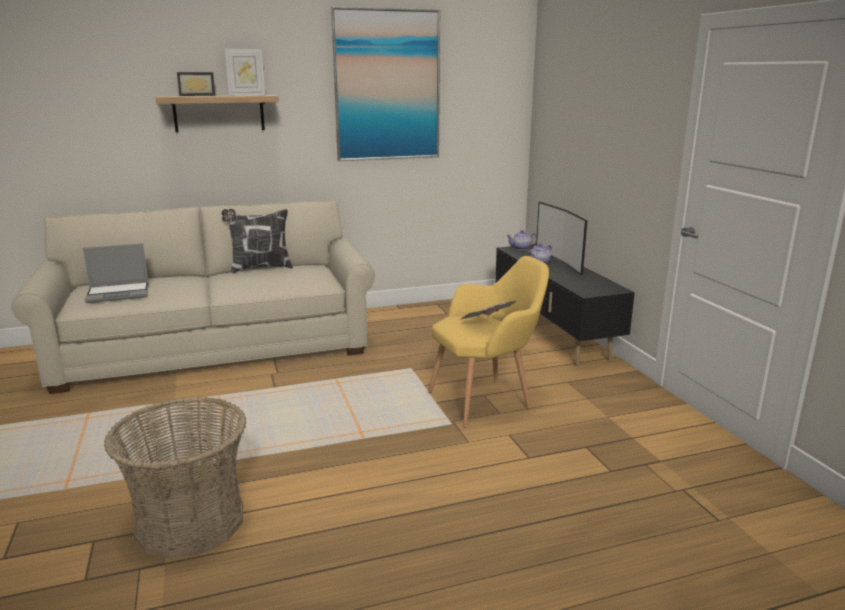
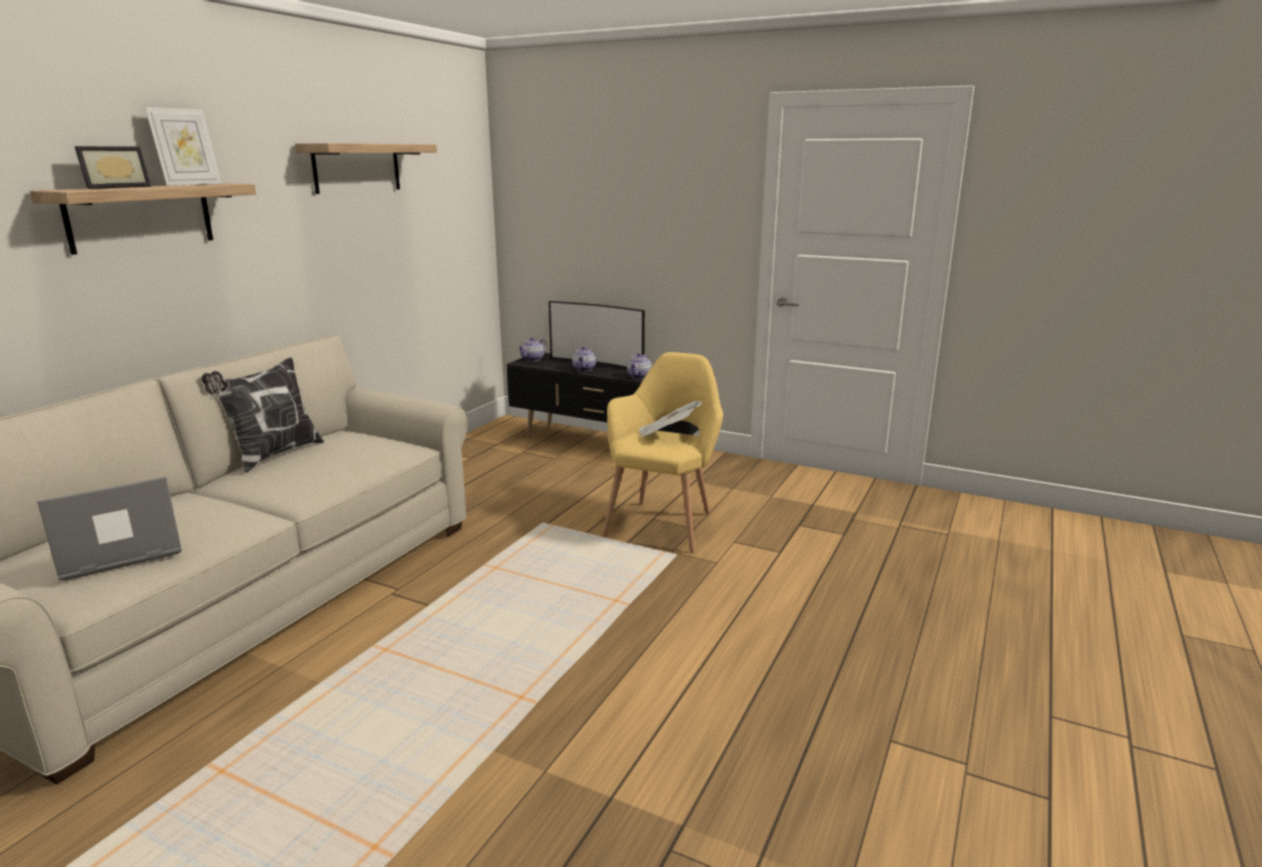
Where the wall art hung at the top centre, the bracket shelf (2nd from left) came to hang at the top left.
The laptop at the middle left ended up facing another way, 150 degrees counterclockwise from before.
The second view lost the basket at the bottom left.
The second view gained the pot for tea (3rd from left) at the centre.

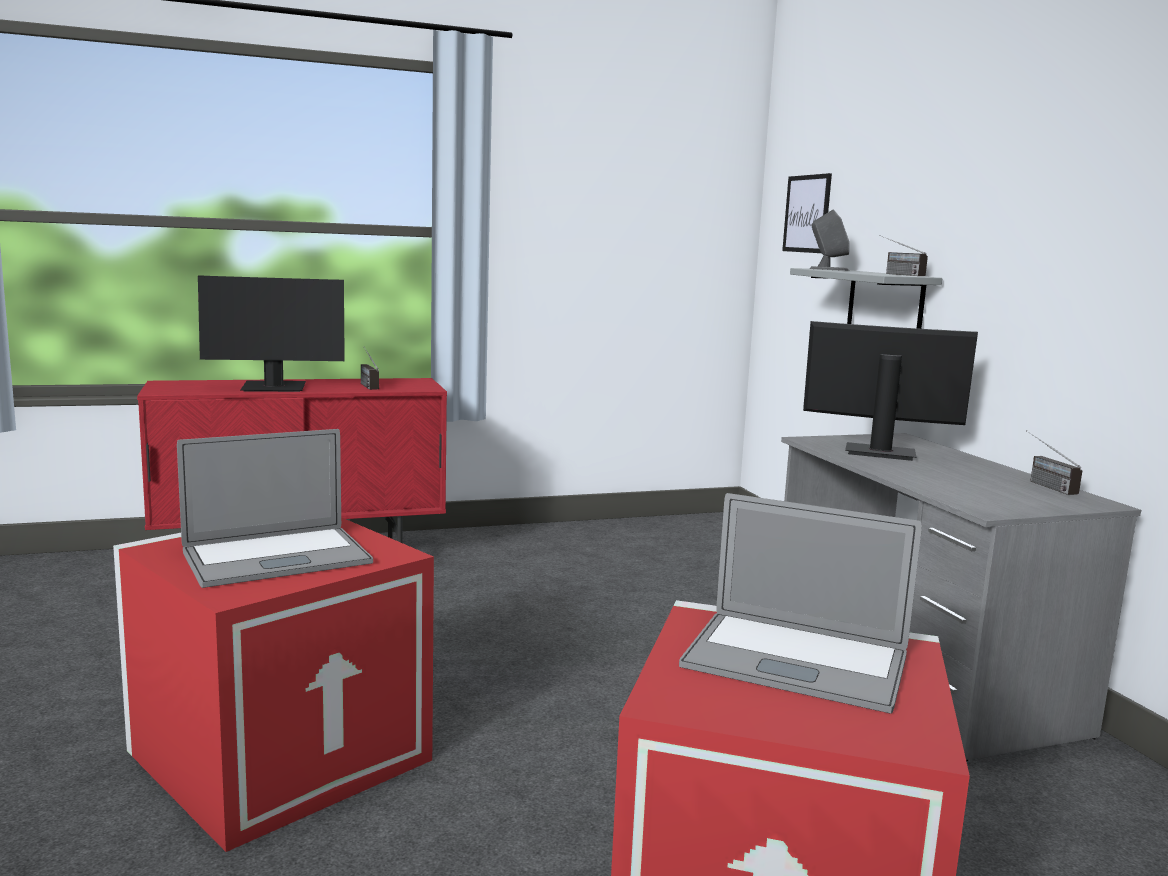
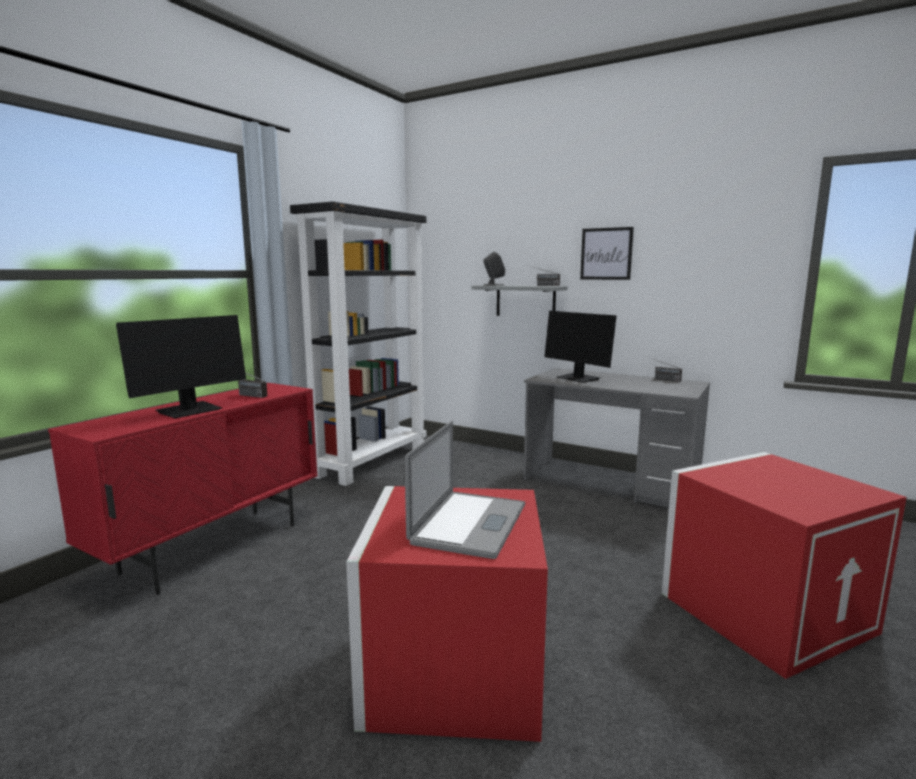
The wall art ended up elsewhere, having gone from the top right to the top centre.
The computer display (2nd from left) at the middle right ended up facing another way, 105 degrees counterclockwise from before.
The second view lost the laptop (2nd from left) at the bottom right.
The second view gained the black bookshelf at the centre.

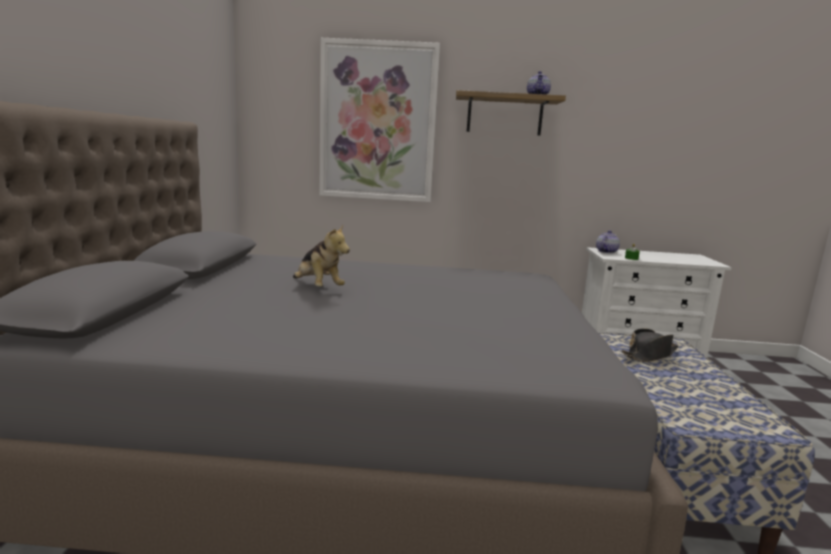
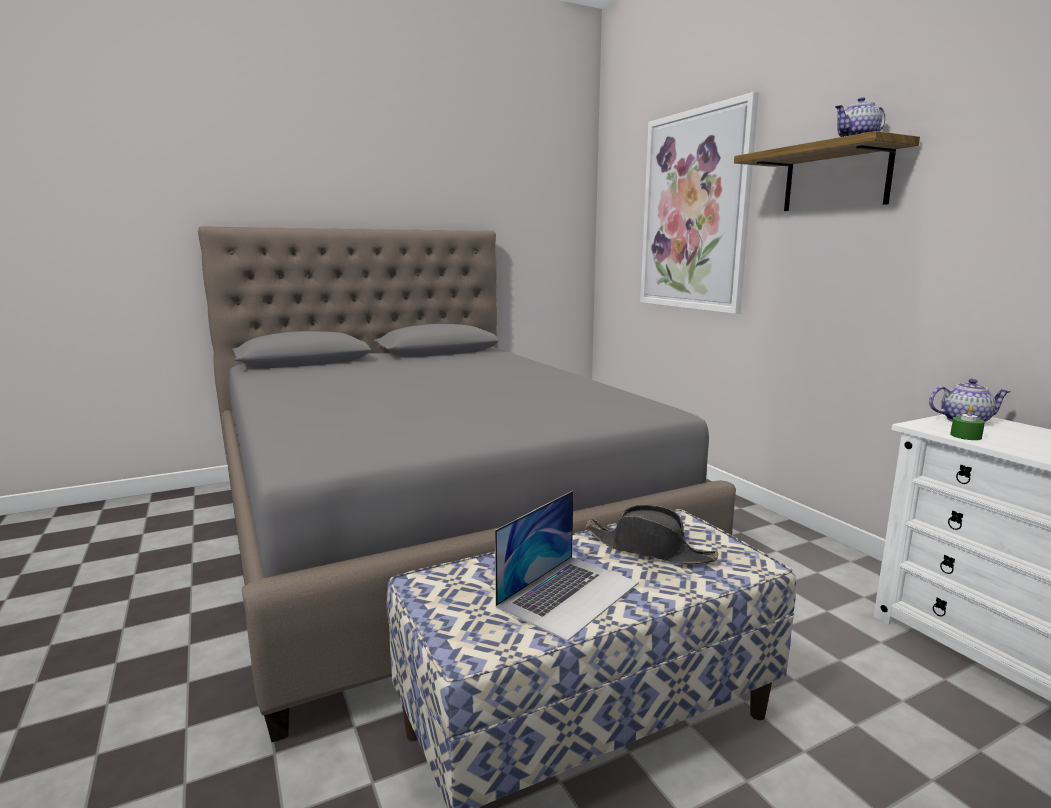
The second view lost the cuddly toy at the centre.
The second view gained the laptop at the bottom centre.

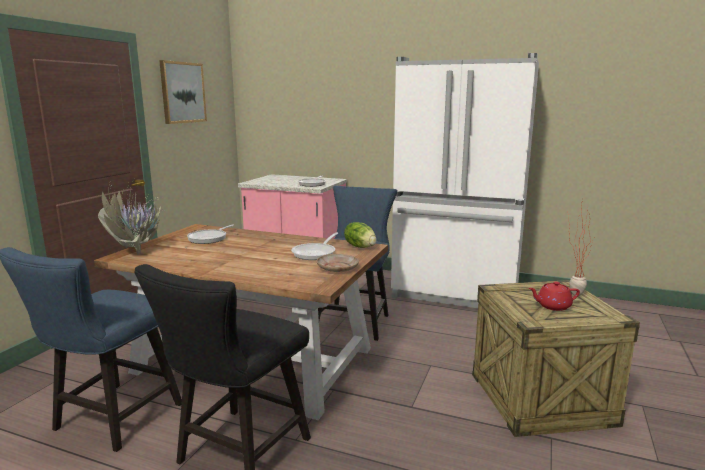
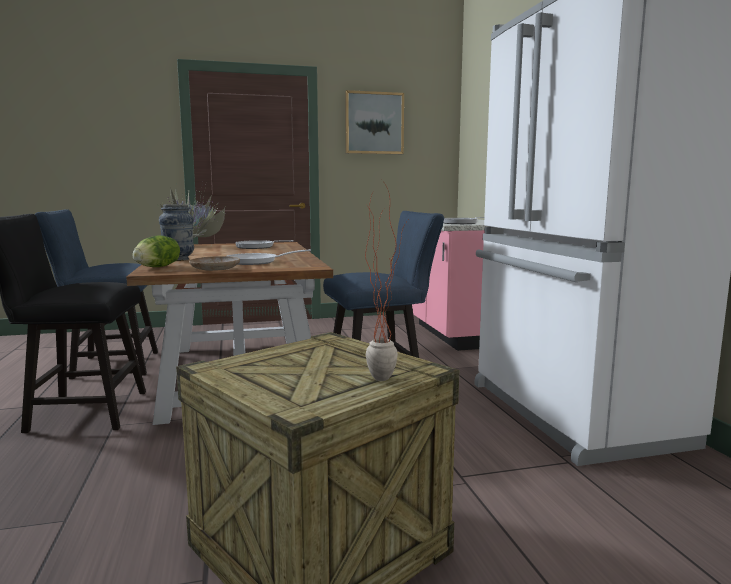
The lettuce head ended up elsewhere, having gone from the centre to the middle left.
The second view lost the red pot for tea at the middle right.
The second view gained the decorative vase at the middle left.

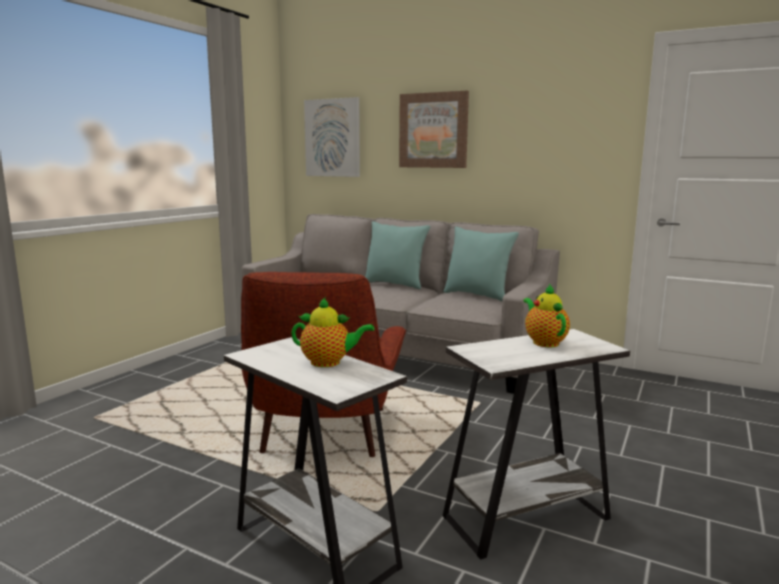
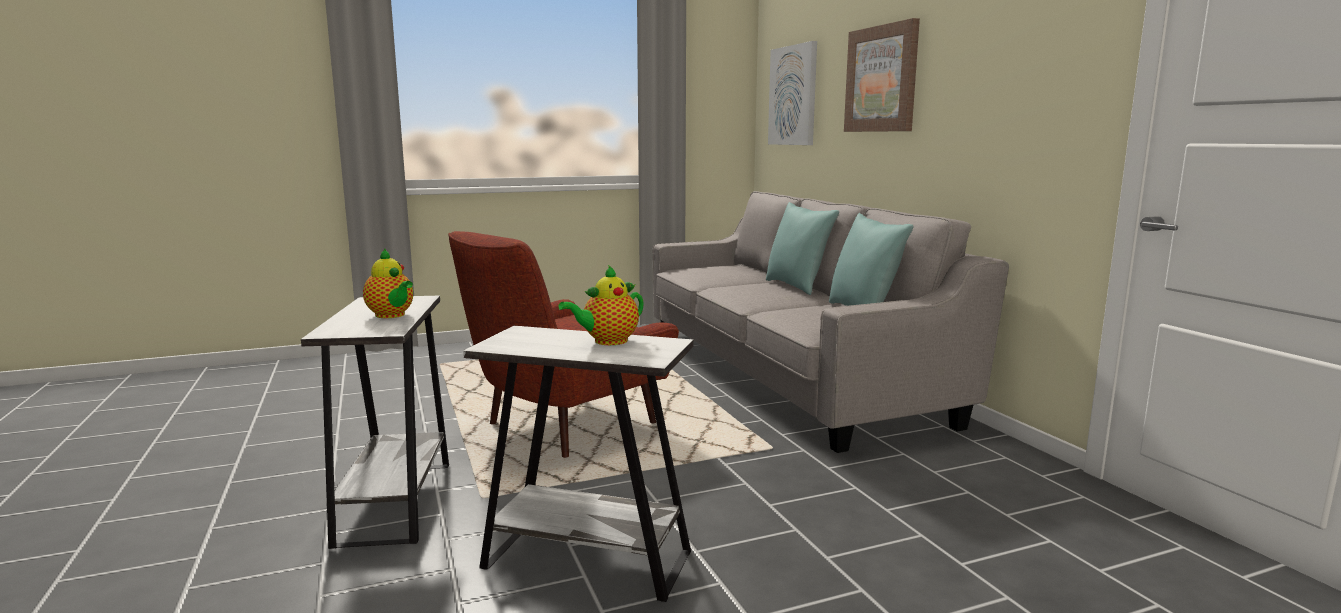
The pot for tea (2nd from left) at the middle right ended up facing another way, 150 degrees counterclockwise from before.

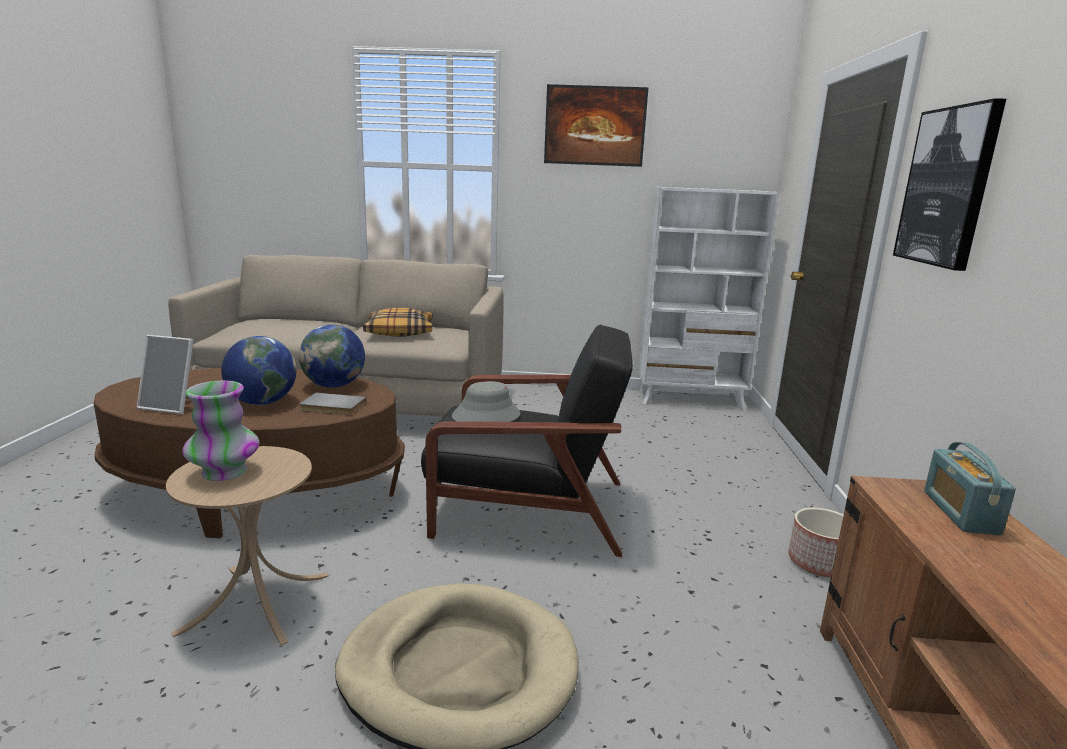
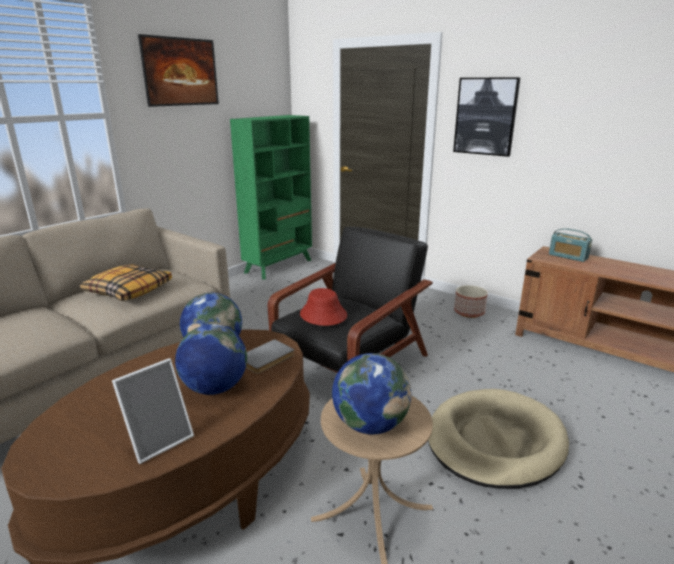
What was the whitish bookshelf at the centre turned into the green-coloured bookshelf at the centre.
Where the decorative vase stood at the middle left, the world globe (3rd from left) came to stand at the bottom centre.
What was the gray hat at the centre turned into the red hat at the centre.

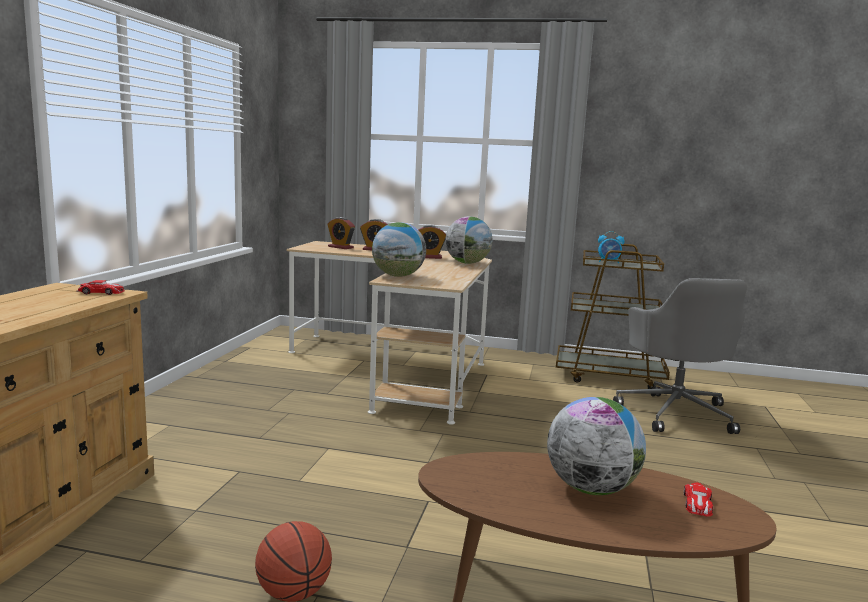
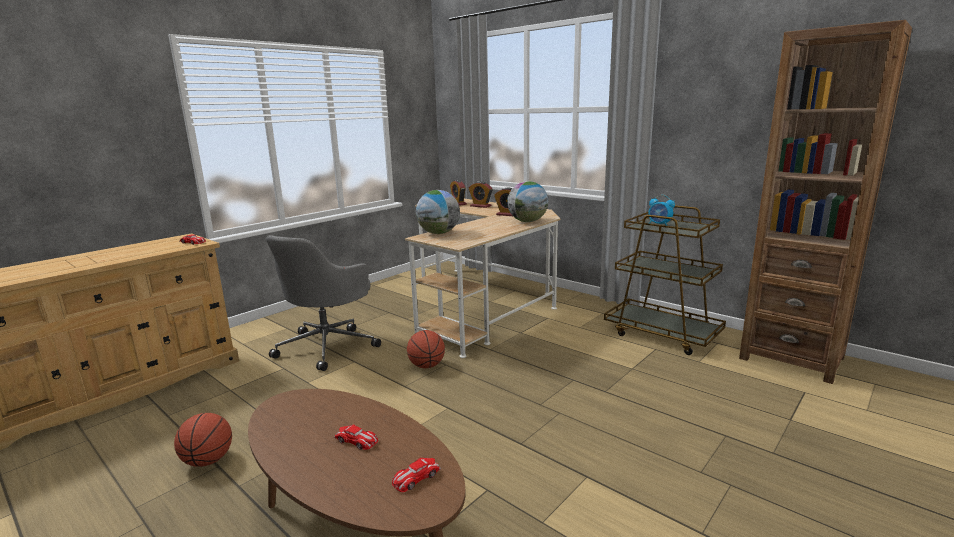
The gray computer chair ended up elsewhere, having gone from the middle right to the centre.
Where the world globe (3rd from left) stood at the bottom right, the toy car (2nd from left) came to stand at the bottom centre.
The second view gained the brownish bookshelf at the middle right.
The second view gained the basketball (2nd from left) at the centre.

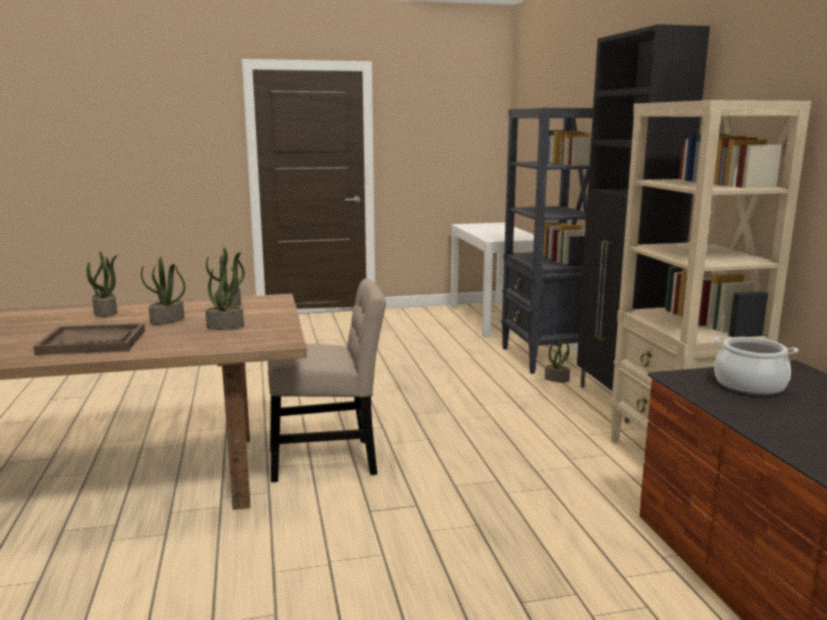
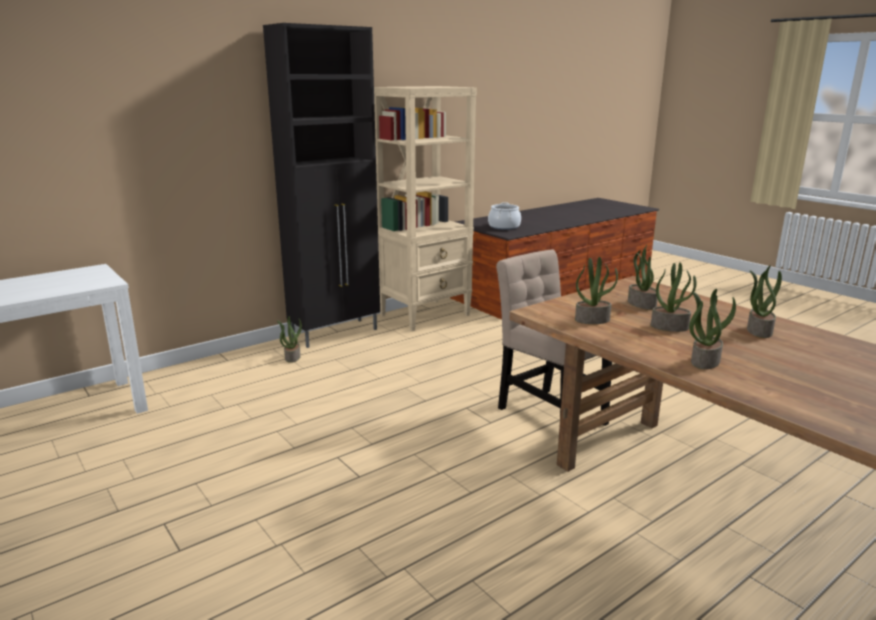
The second view lost the black bookshelf at the centre.
Where the brownish carrying tray stood at the middle left, the houseplant (6th from left) came to stand at the middle right.

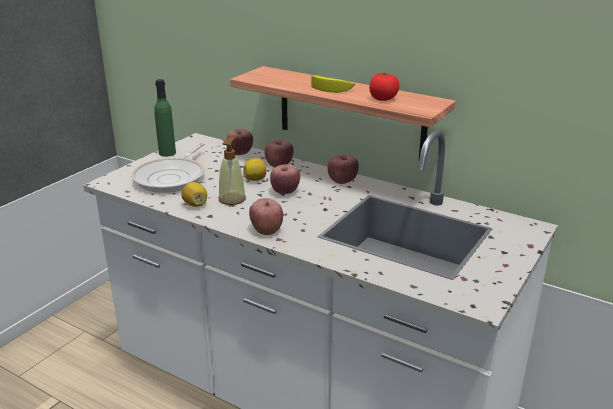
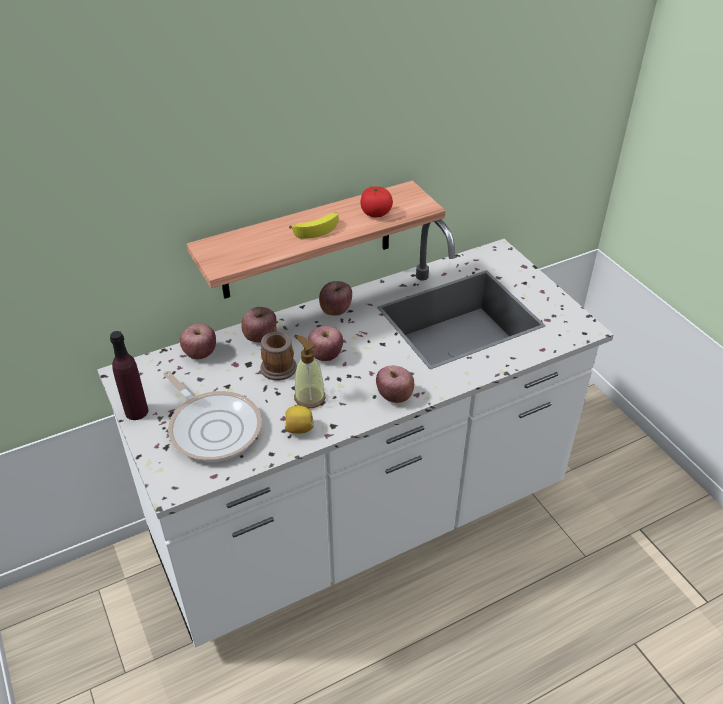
What was the green-coloured drink bottle at the top left turned into the purple-coloured drink bottle at the middle left.
Where the citrus fruit (2nd from left) stood at the centre, the coffee mug came to stand at the centre.

